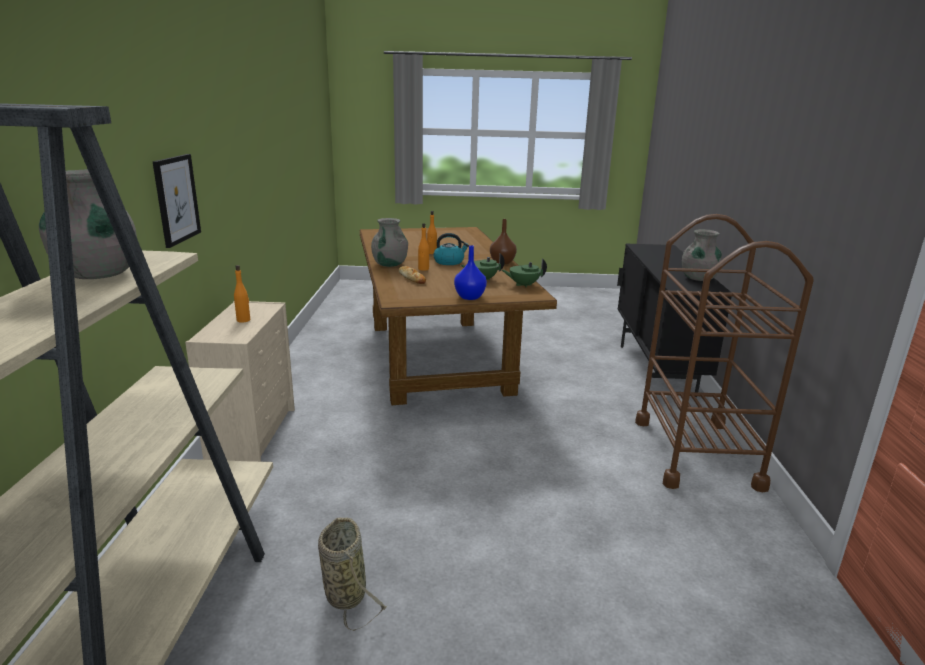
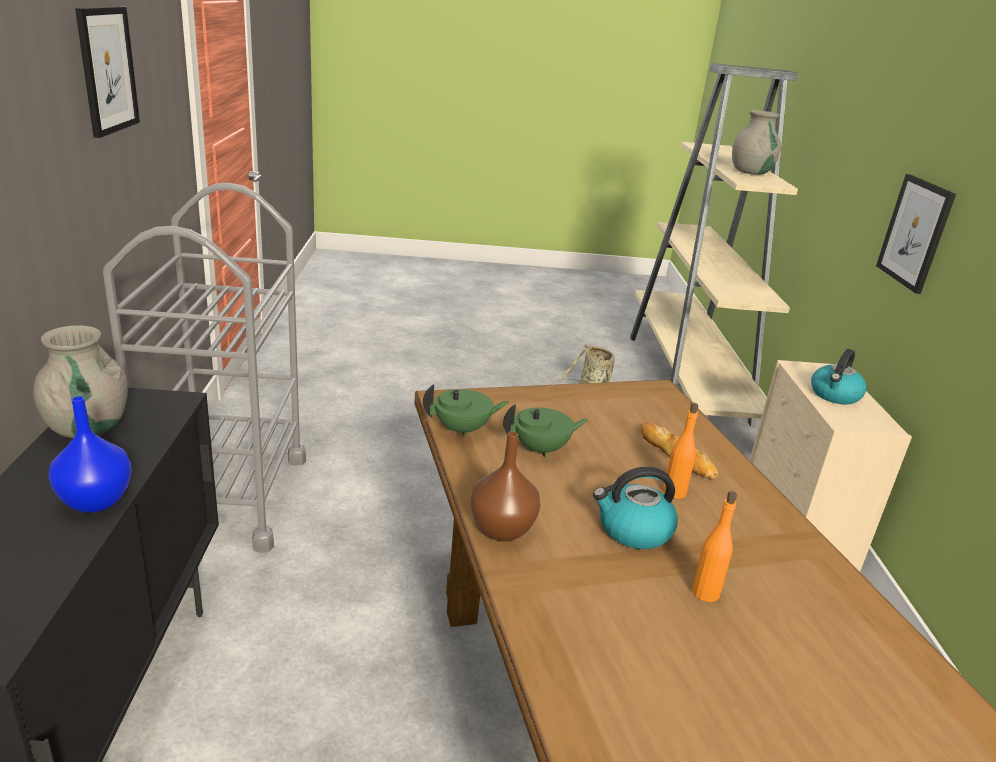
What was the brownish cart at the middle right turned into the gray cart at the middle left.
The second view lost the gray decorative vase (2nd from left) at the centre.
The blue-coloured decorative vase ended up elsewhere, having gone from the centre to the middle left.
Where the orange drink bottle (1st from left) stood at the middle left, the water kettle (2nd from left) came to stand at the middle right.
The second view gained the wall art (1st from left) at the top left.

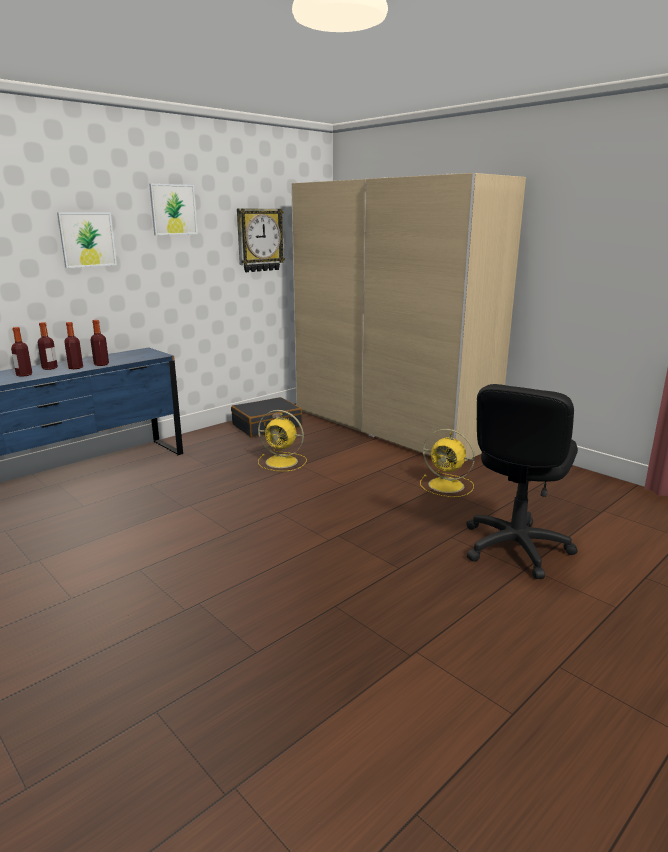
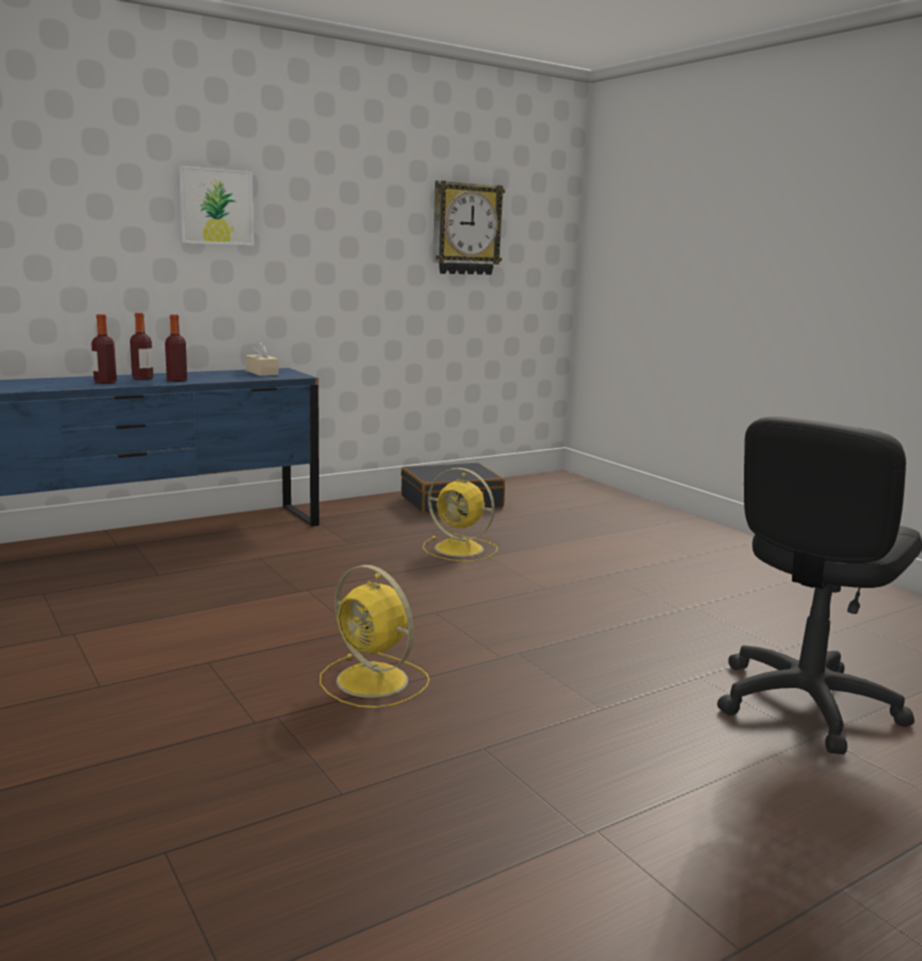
The second view lost the beige-coloured clothes cupboard at the centre.
The second view lost the wall art (2nd from left) at the top left.
The second view lost the drink bottle (4th from left) at the middle left.
The yellowish electric fan (2nd from left in the first image) ended up elsewhere, having gone from the middle right to the centre.
The second view gained the beige-coloured tissue box at the middle left.

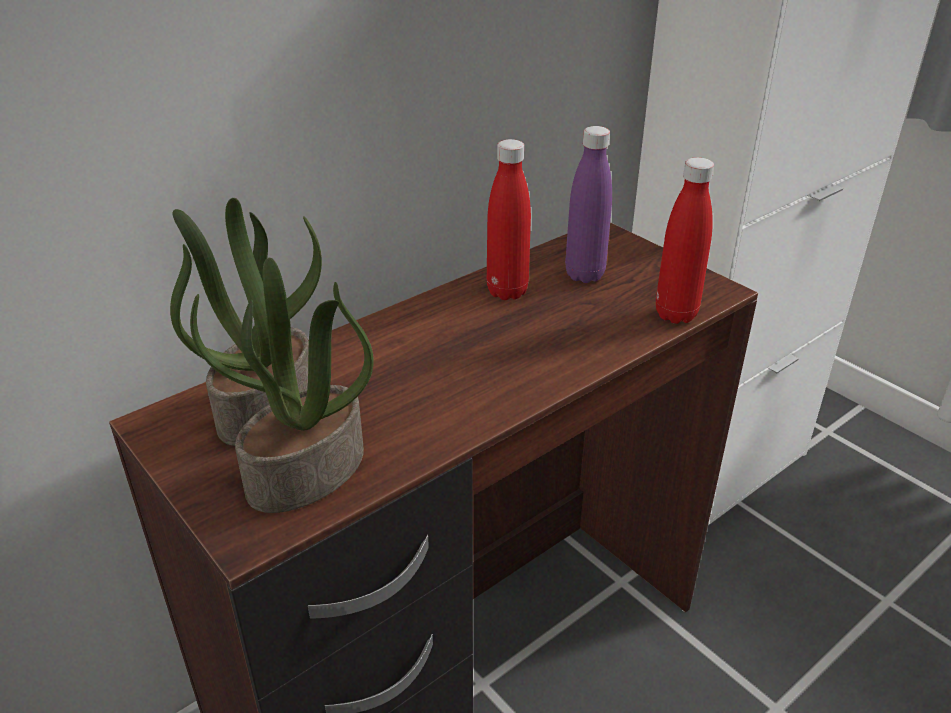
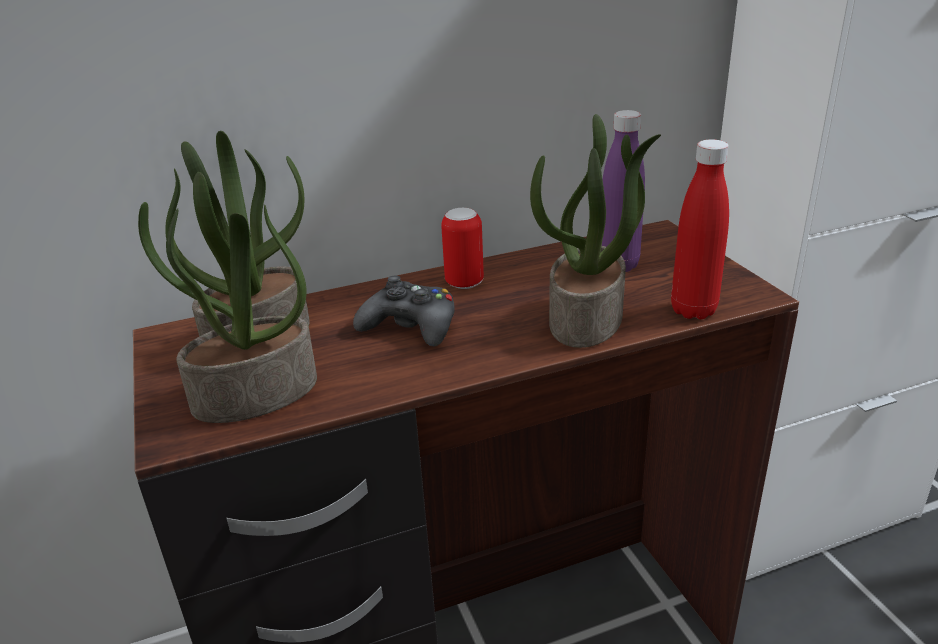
The second view lost the red drink bottle (1st from left) at the top centre.
The second view gained the houseplant (3rd from left) at the centre.
The second view gained the metal can at the centre.
The second view gained the black joypad at the centre.

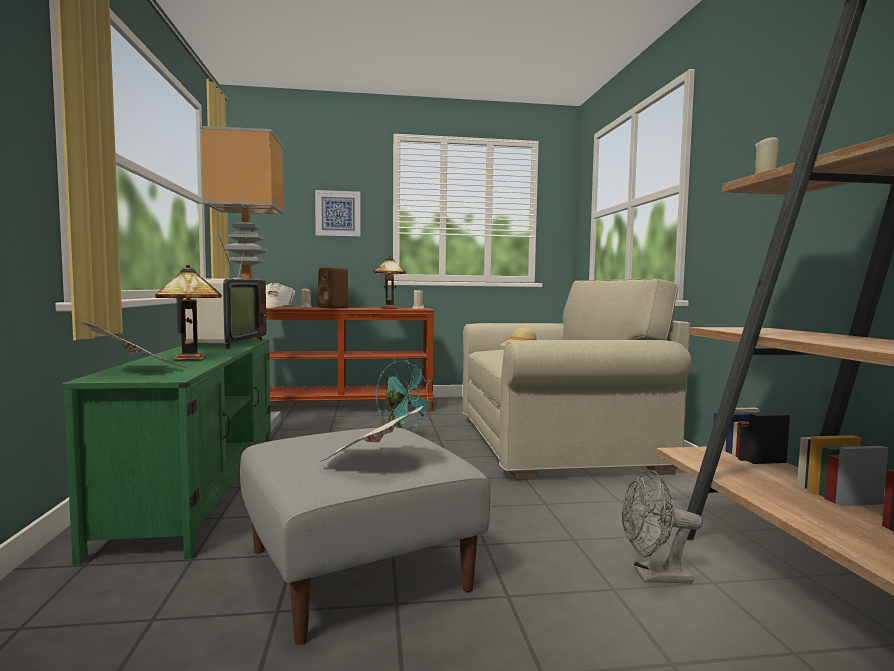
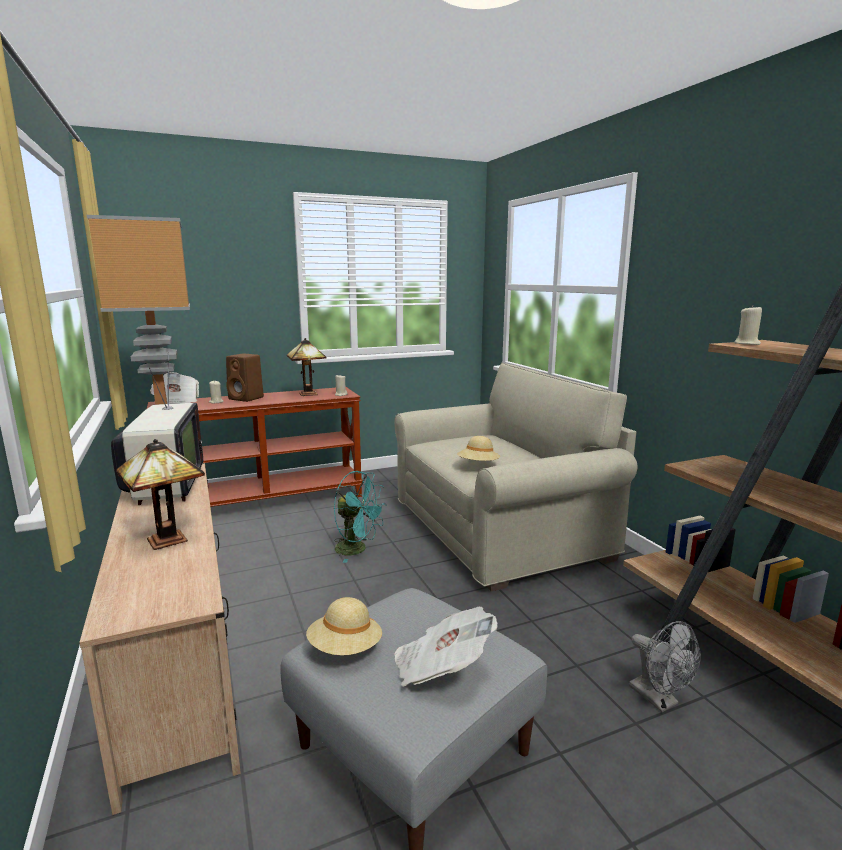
The second view lost the wall art at the top centre.
The second view lost the newspaper (1st from left) at the middle left.
What was the green-coloured tv unit at the bottom left turned into the beige-coloured tv unit at the bottom left.
The gray electric fan at the bottom right ended up facing another way, 105 degrees counterclockwise from before.
The second view gained the beige-coloured hat (1st from left) at the bottom centre.

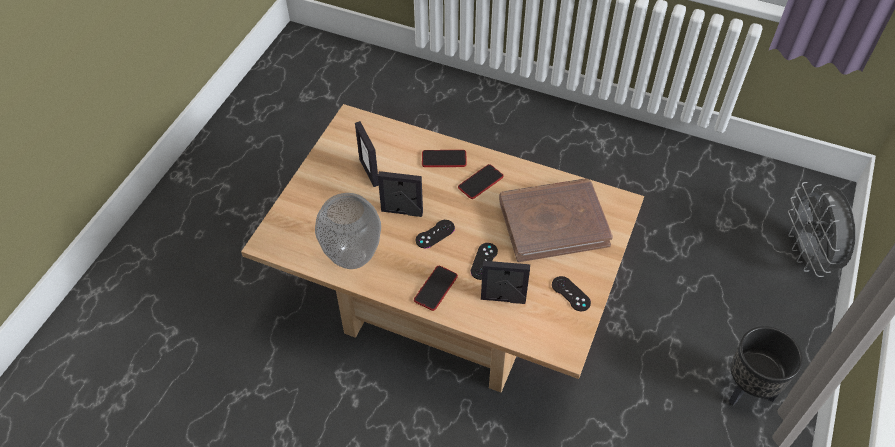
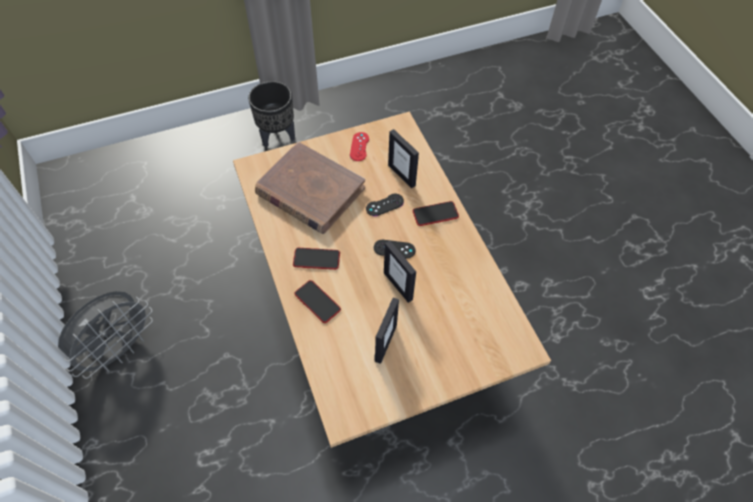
The gray electric fan ended up elsewhere, having gone from the middle right to the bottom left.
The second view lost the decorative vase at the centre.
What was the black joypad (3rd from left) at the centre turned into the red joypad at the top centre.

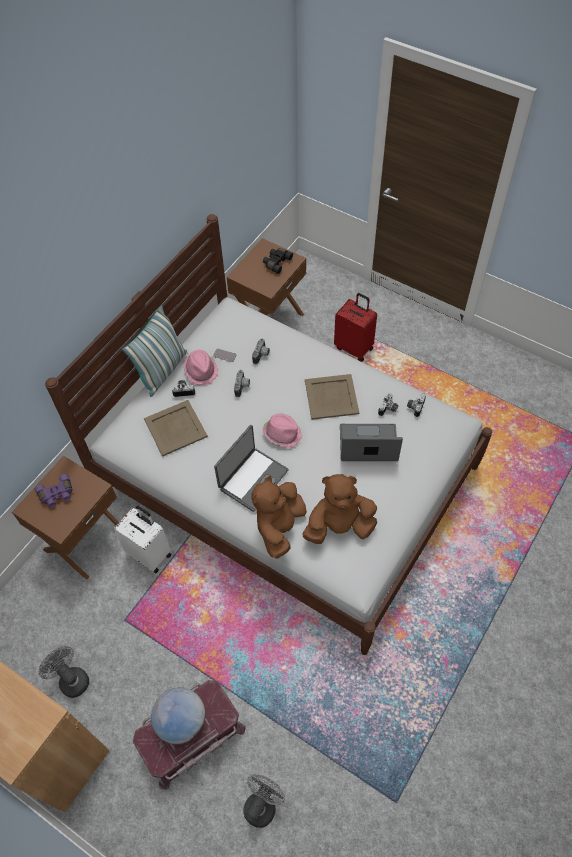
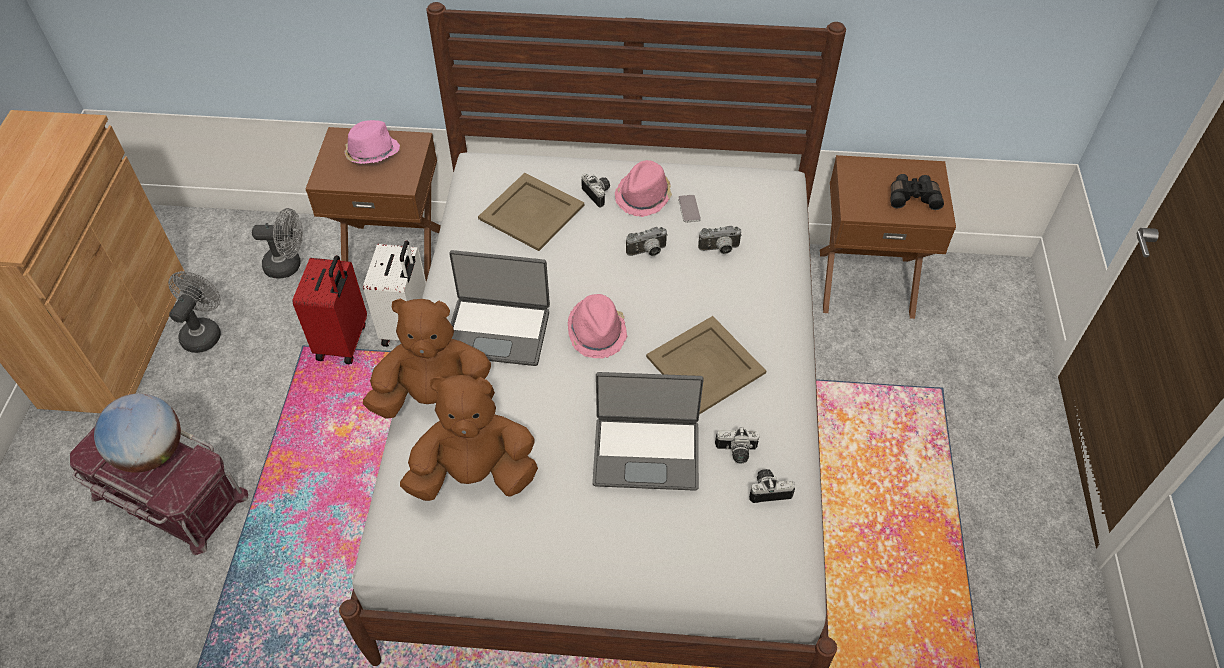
The red piece of luggage ended up elsewhere, having gone from the centre to the middle left.
The second view lost the pillow at the middle left.
The laptop (2nd from left) at the centre ended up facing another way, 120 degrees clockwise from before.
Where the purple-coloured binoculars stood at the middle left, the pink hat (1st from left) came to stand at the top left.
The brownish cuddly toy (2nd from left) at the centre ended up facing another way, 60 degrees counterclockwise from before.
The gray electric fan (2nd from left) ended up elsewhere, having gone from the bottom centre to the middle left.

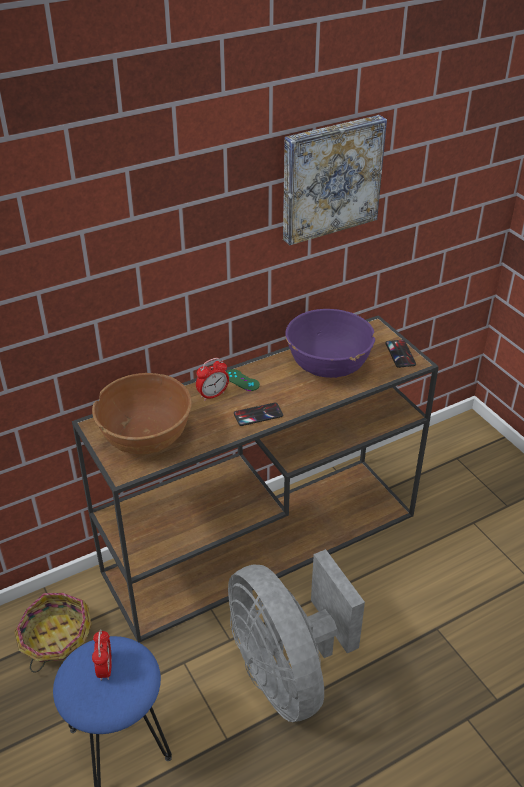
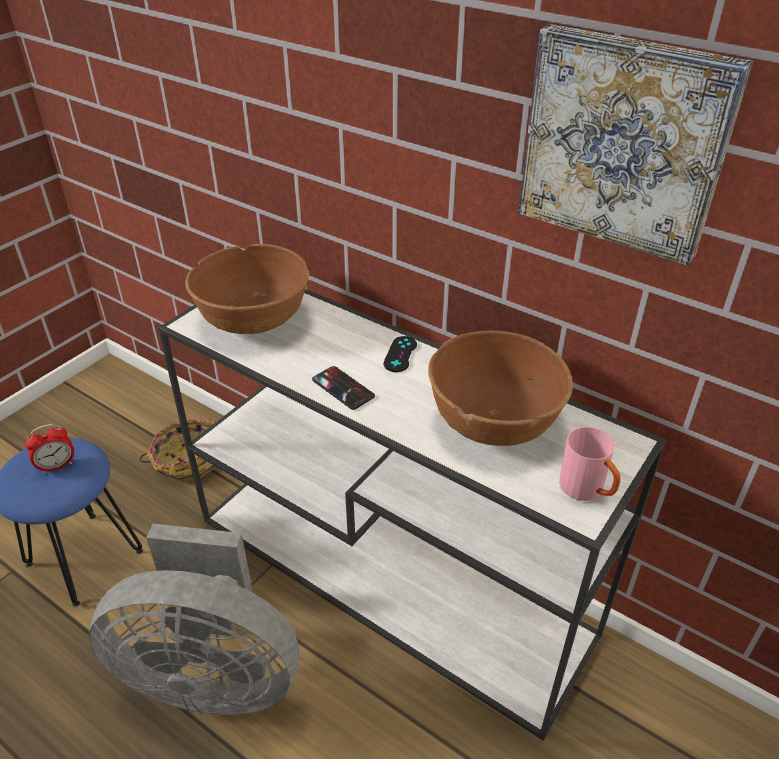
What was the purple-coloured bowl at the centre turned into the brownish bowl (2nd from left) at the centre.
What was the brownish hall table at the centre turned into the whitish hall table at the bottom centre.
Where the telephone (2nd from left) stood at the middle right, the pink coffee mug came to stand at the middle right.
The second view lost the table clock (2nd from left) at the centre.
What was the green-coloured joypad at the centre turned into the black joypad at the centre.
The gray electric fan at the bottom centre ended up facing another way, 120 degrees counterclockwise from before.

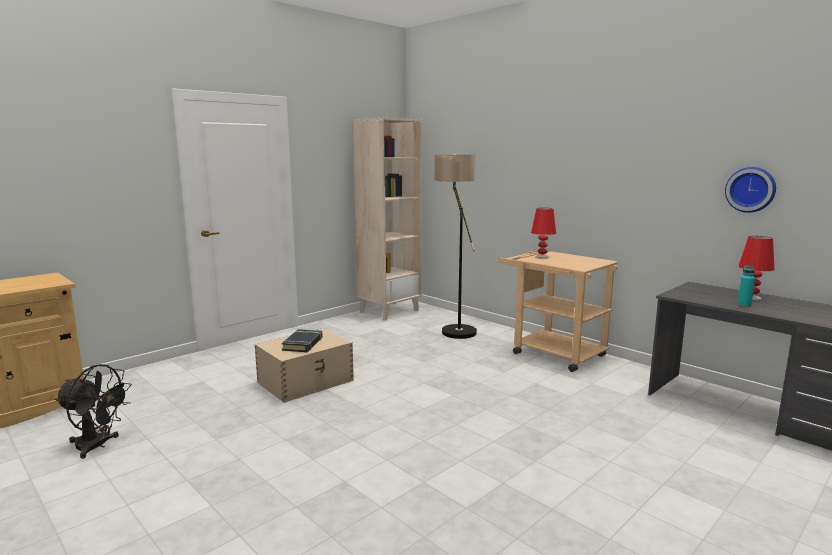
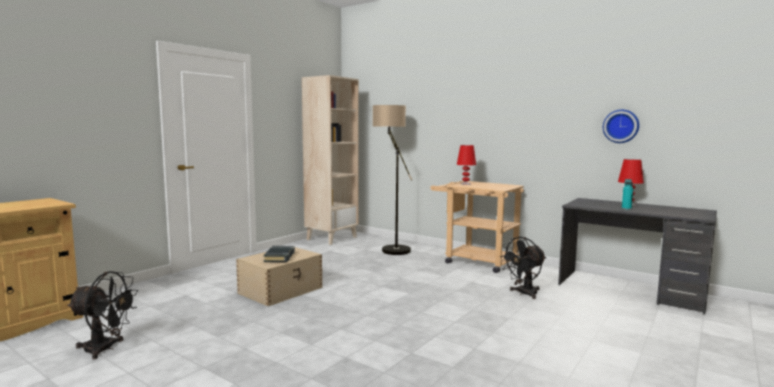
The second view gained the black electric fan (2nd from left) at the bottom right.

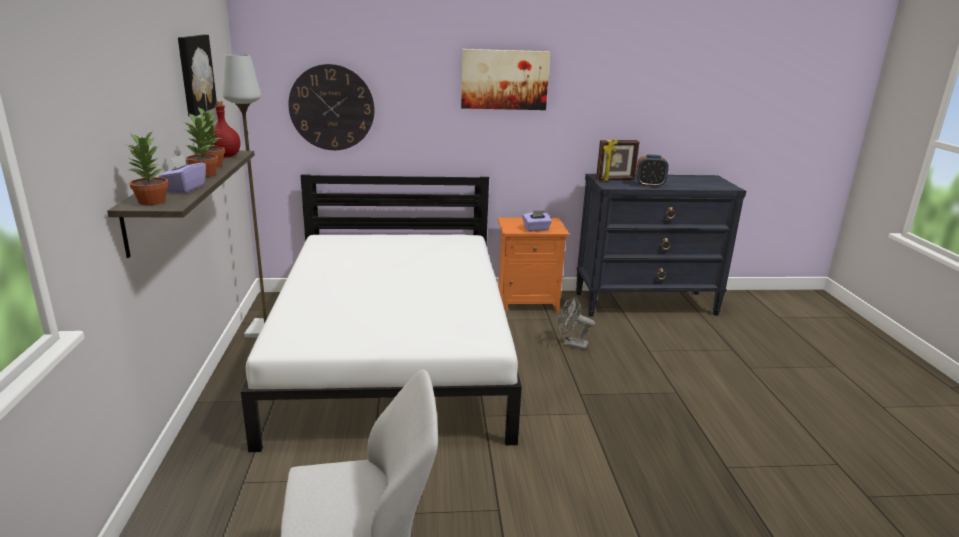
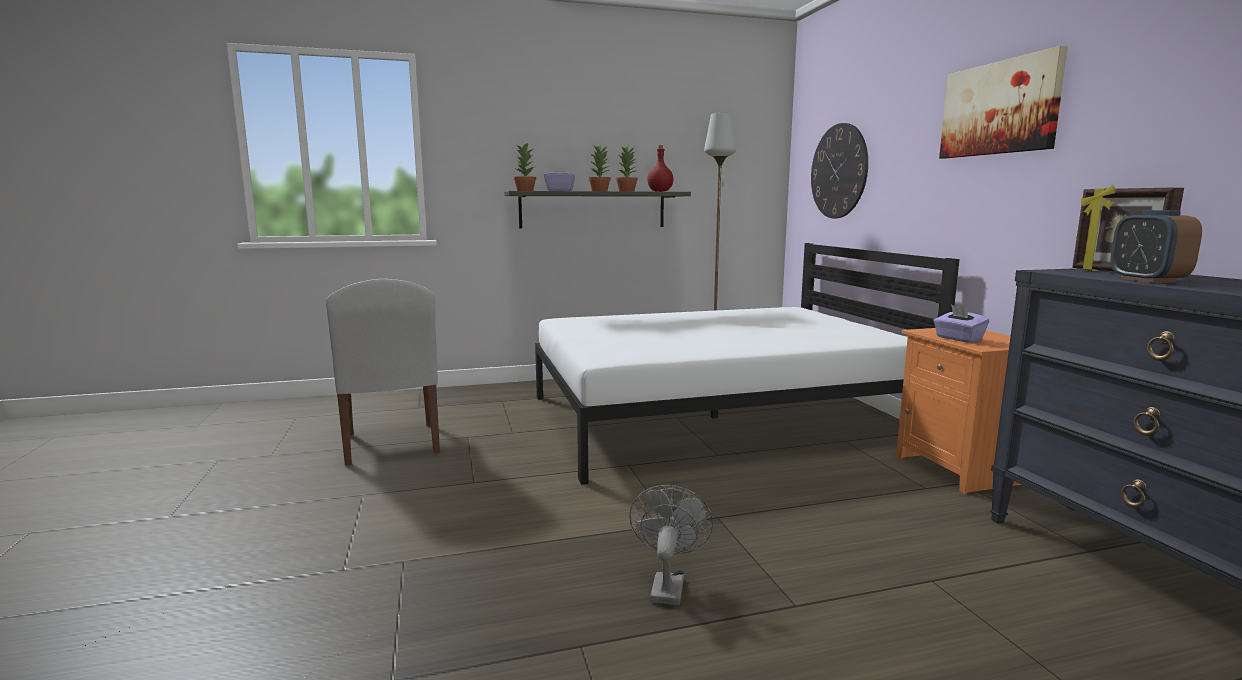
The second view lost the wall art (1st from left) at the top left.
The gray electric fan ended up elsewhere, having gone from the centre to the bottom centre.

